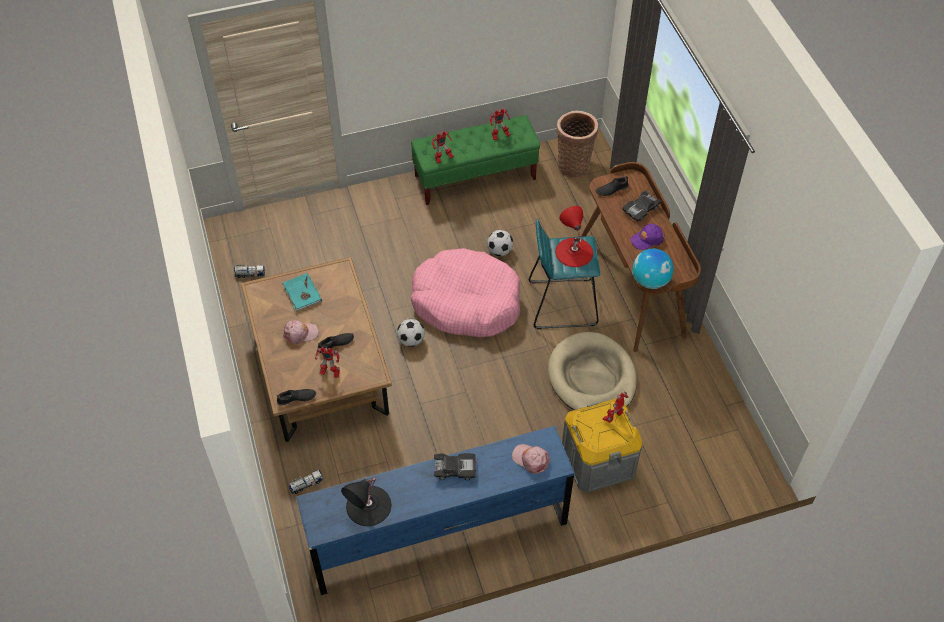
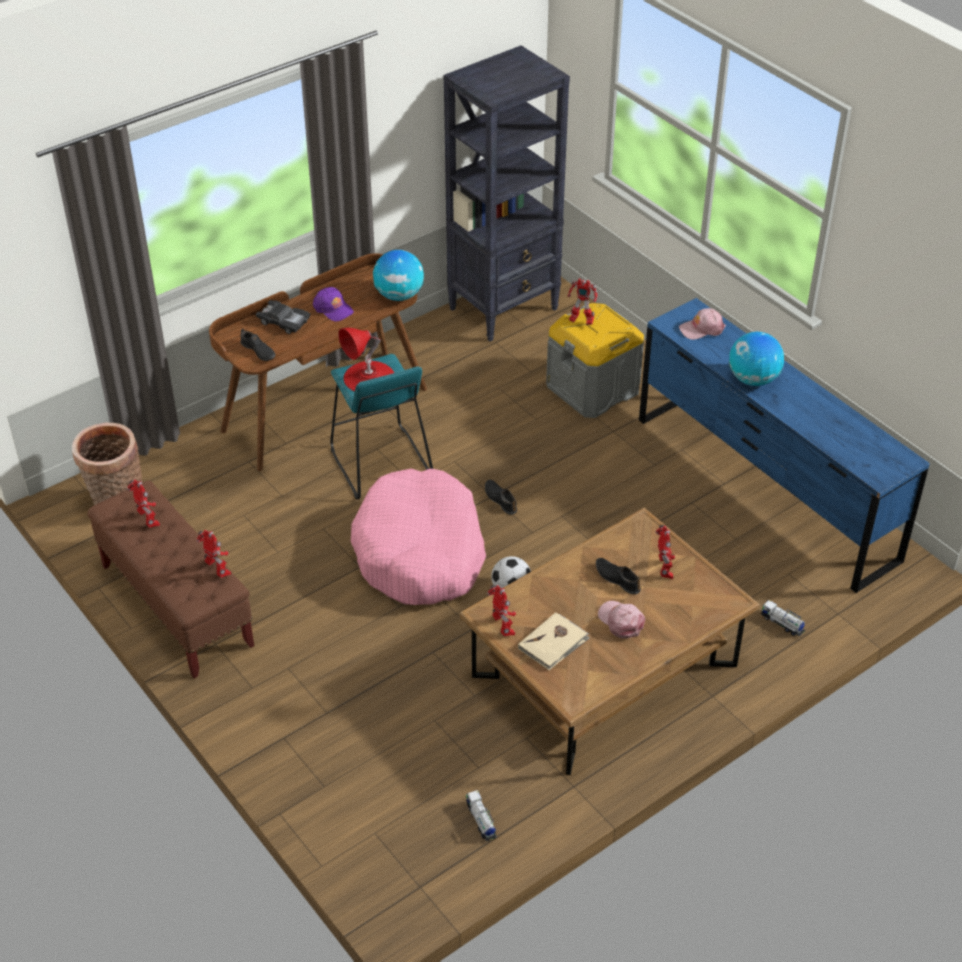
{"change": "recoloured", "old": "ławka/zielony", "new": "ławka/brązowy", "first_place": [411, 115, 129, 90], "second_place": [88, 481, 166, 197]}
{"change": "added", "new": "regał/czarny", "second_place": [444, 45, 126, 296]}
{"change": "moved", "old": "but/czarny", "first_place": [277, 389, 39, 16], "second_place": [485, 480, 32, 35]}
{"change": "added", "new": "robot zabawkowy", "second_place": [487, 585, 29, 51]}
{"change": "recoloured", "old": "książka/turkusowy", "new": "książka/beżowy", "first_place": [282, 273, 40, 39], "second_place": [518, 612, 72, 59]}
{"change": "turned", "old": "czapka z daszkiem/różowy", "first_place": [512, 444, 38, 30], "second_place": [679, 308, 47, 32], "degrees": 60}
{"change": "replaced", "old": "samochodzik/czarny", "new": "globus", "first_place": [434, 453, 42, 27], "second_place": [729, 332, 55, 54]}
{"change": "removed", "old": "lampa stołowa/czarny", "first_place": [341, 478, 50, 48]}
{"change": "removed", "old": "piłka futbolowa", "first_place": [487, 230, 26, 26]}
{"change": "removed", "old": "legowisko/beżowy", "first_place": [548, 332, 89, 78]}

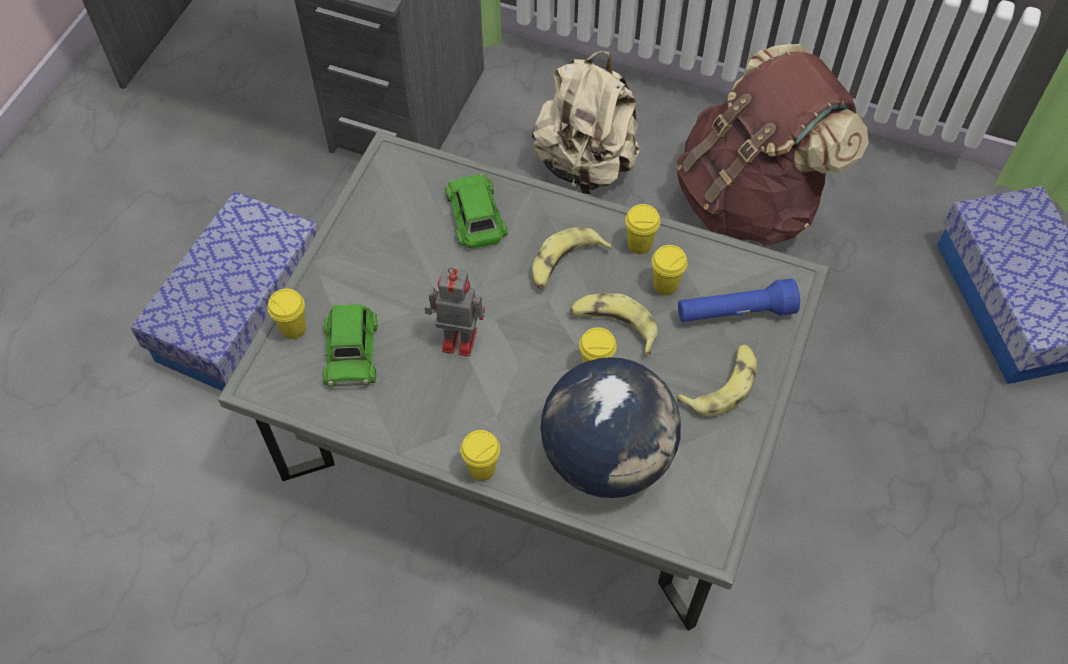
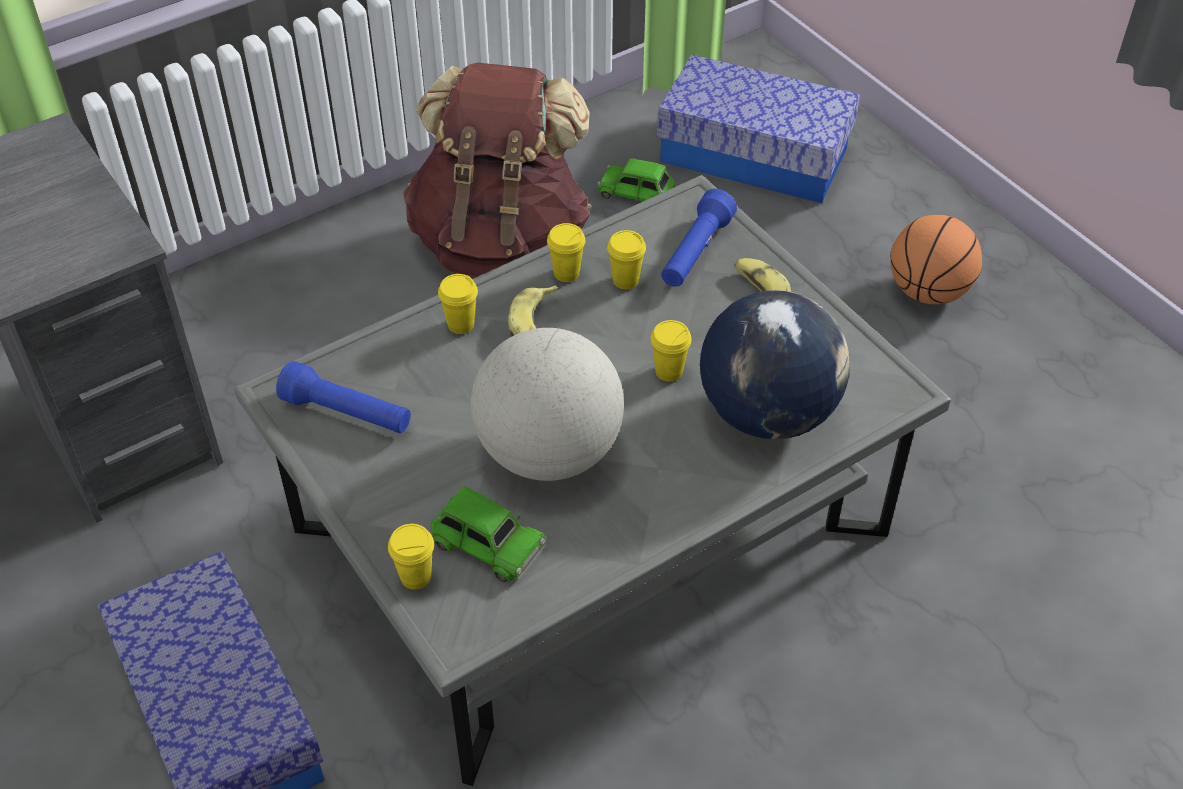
{"change": "added", "new": "latarka/niebieski", "second_place": [276, 361, 135, 72]}
{"change": "moved", "old": "filiżanka/żółty", "first_place": [461, 430, 39, 51], "second_place": [438, 274, 40, 60]}
{"change": "replaced", "old": "robot zabawkowy", "new": "globus", "first_place": [424, 268, 61, 89], "second_place": [471, 328, 153, 153]}
{"change": "moved", "old": "samochodzik/zielony", "first_place": [445, 174, 63, 75], "second_place": [597, 158, 79, 44]}
{"change": "added", "new": "piłka do koszykówki", "second_place": [890, 215, 92, 89]}
{"change": "removed", "old": "plecak/beżowy", "first_place": [532, 51, 108, 143]}
{"change": "removed", "old": "banan", "first_place": [570, 293, 88, 61]}

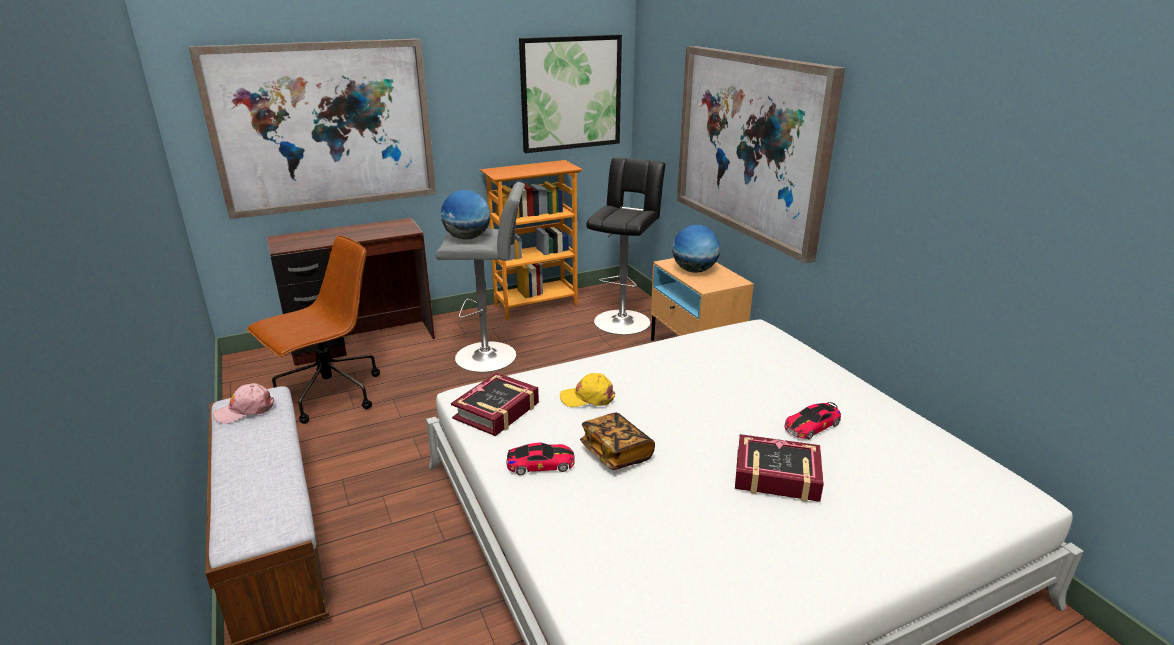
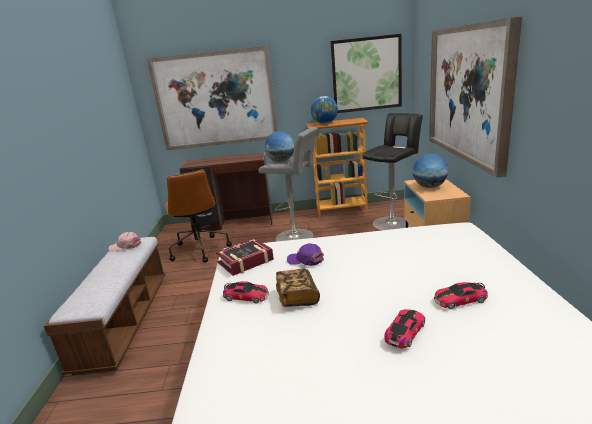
{"change": "turned", "old": "krzesło biurowe/brązowy", "first_place": [247, 235, 133, 189], "second_place": [165, 170, 67, 93], "degrees": 90}
{"change": "recoloured", "old": "czapka z daszkiem/żółty", "new": "czapka z daszkiem/fioletowy", "first_place": [560, 373, 55, 34], "second_place": [287, 243, 37, 23]}
{"change": "added", "new": "globus", "second_place": [311, 96, 27, 28]}
{"change": "replaced", "old": "książka", "new": "samochodzik", "first_place": [735, 434, 89, 68], "second_place": [384, 309, 41, 39]}

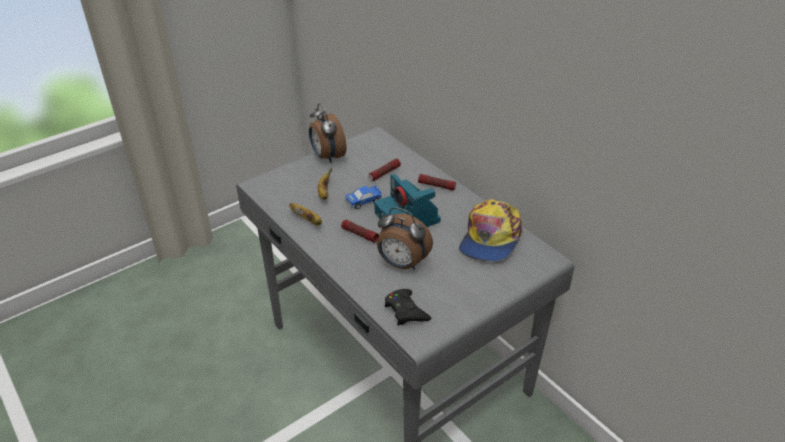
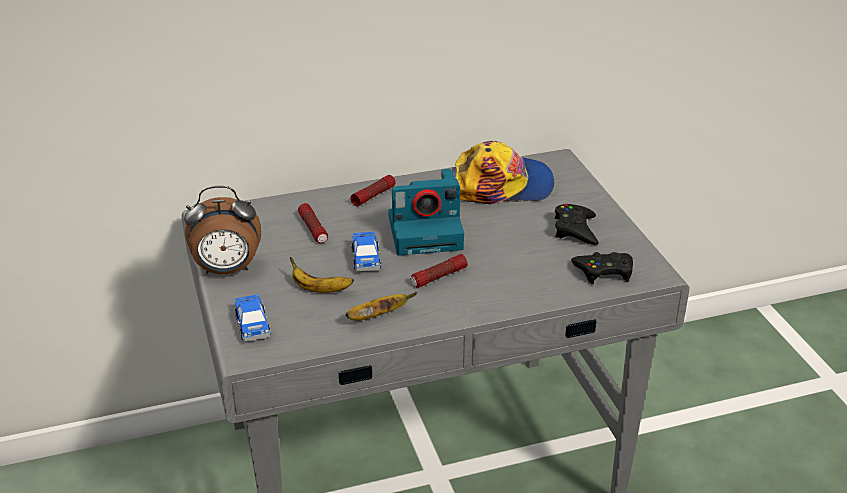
{"change": "added", "new": "samochodzik", "second_place": [234, 294, 37, 48]}
{"change": "turned", "old": "czapka z daszkiem", "first_place": [459, 199, 64, 62], "second_place": [455, 141, 99, 63], "degrees": -45}
{"change": "added", "new": "pad do gier/czarny", "second_place": [555, 204, 44, 41]}
{"change": "removed", "old": "budzik", "first_place": [377, 207, 56, 63]}

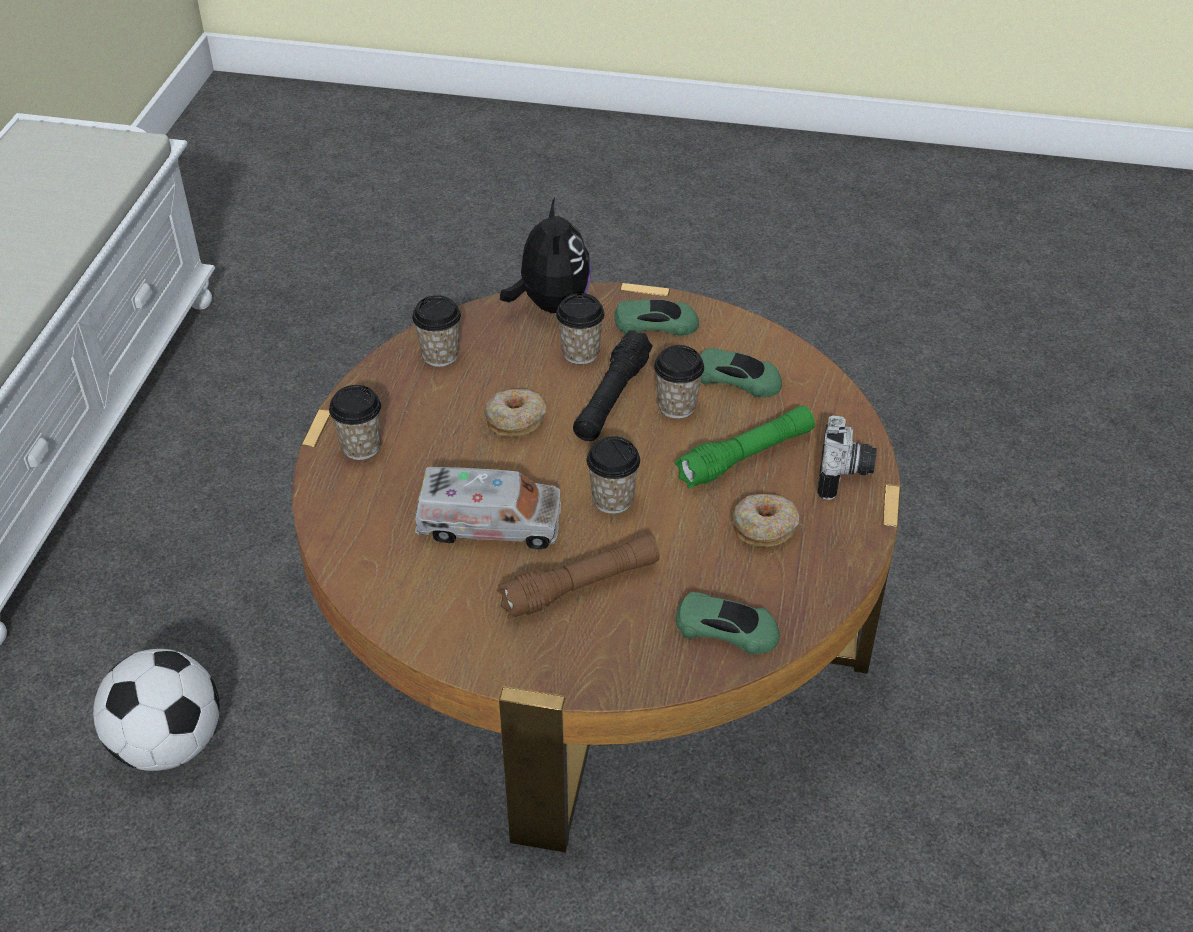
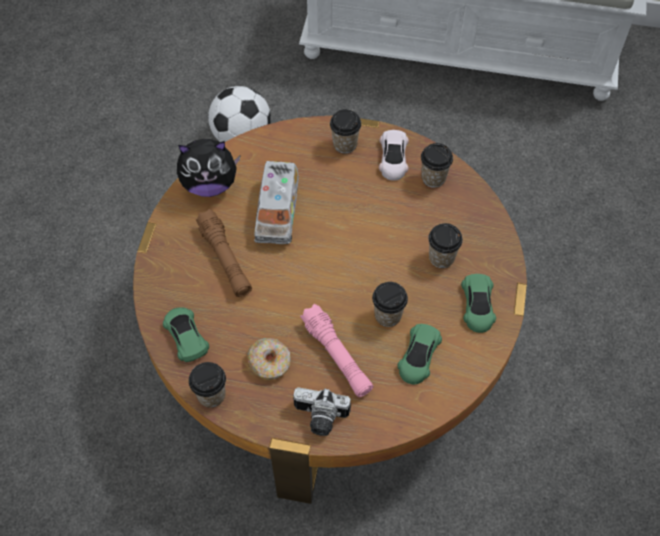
{"change": "turned", "old": "samochodzik/zielony", "first_place": [676, 592, 104, 62], "second_place": [163, 307, 46, 55], "degrees": 135}
{"change": "moved", "old": "pluszak", "first_place": [500, 198, 91, 115], "second_place": [177, 139, 63, 58]}
{"change": "moved", "old": "filiżanka", "first_place": [586, 436, 54, 78], "second_place": [189, 362, 37, 46]}
{"change": "recoloured", "old": "latarka/zielony", "new": "latarka/różowy", "first_place": [675, 405, 140, 83], "second_place": [300, 304, 73, 93]}
{"change": "added", "new": "samochodzik/biały", "second_place": [379, 130, 30, 51]}
{"change": "removed", "old": "donut", "first_place": [484, 389, 62, 48]}
{"change": "removed", "old": "latarka/czarny", "first_place": [573, 330, 80, 111]}

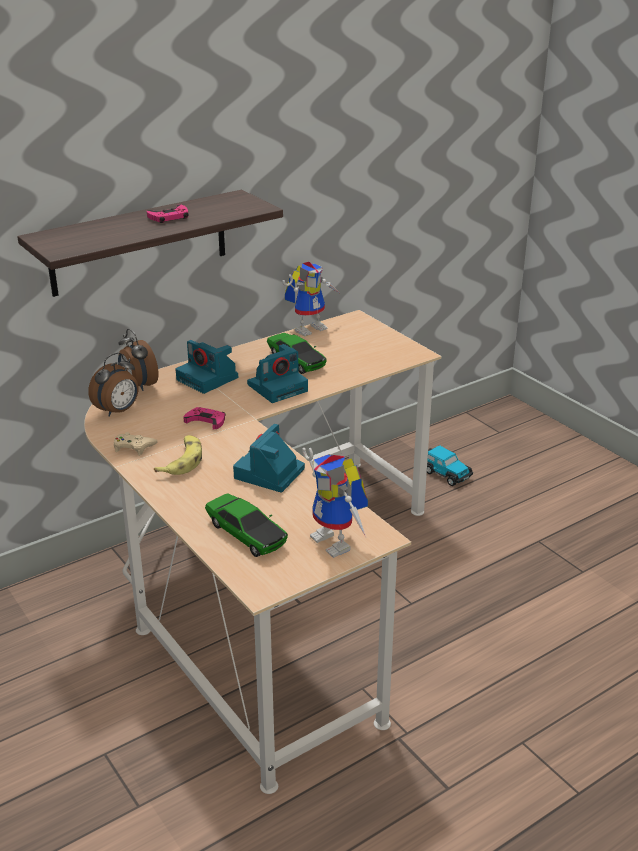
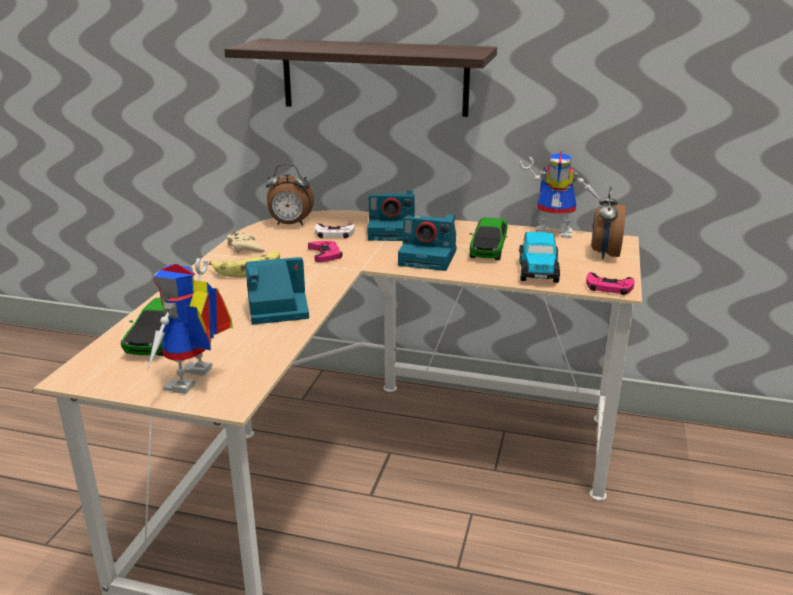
{"change": "added", "new": "pad do gier/biały", "second_place": [315, 224, 39, 14]}
{"change": "turned", "old": "aparat fotograficzny", "first_place": [176, 340, 62, 54], "second_place": [367, 190, 48, 51], "degrees": -90}
{"change": "moved", "old": "samochodzik", "first_place": [427, 445, 46, 41], "second_place": [519, 232, 41, 51]}
{"change": "moved", "old": "pad do gier/różowy", "first_place": [147, 204, 42, 19], "second_place": [586, 272, 49, 23]}
{"change": "moved", "old": "budzik", "first_place": [118, 329, 40, 62], "second_place": [591, 187, 35, 72]}

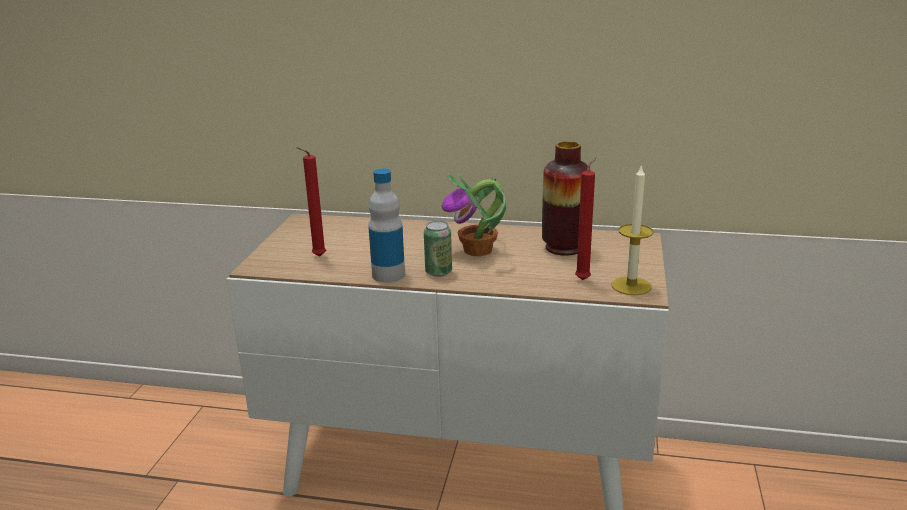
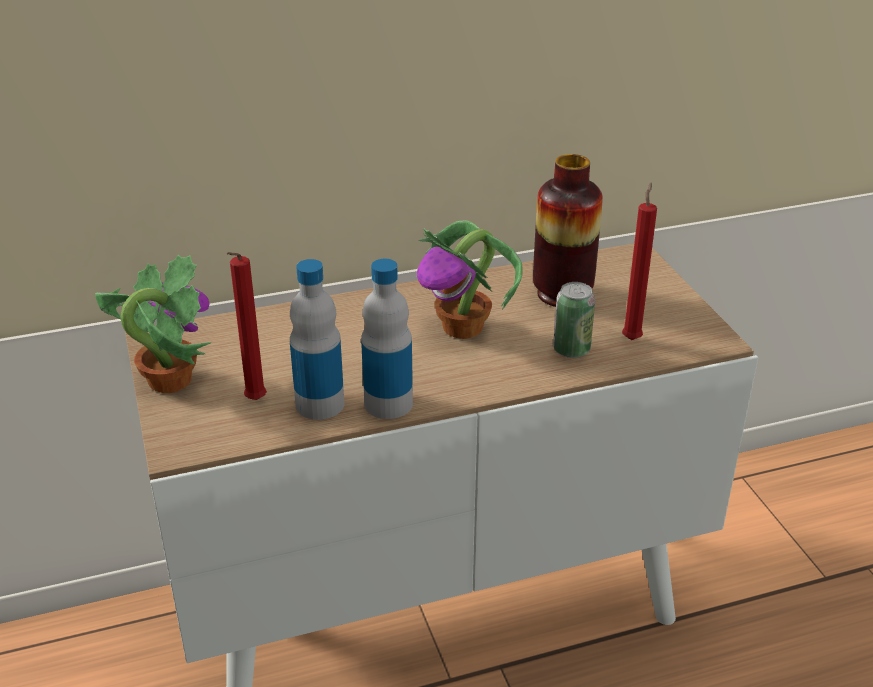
{"change": "added", "new": "roślina doniczkowa", "second_place": [95, 255, 116, 138]}
{"change": "added", "new": "butelka", "second_place": [290, 259, 54, 161]}
{"change": "moved", "old": "puszka", "first_place": [424, 221, 28, 56], "second_place": [553, 282, 42, 76]}
{"change": "removed", "old": "świeca", "first_place": [612, 164, 42, 131]}

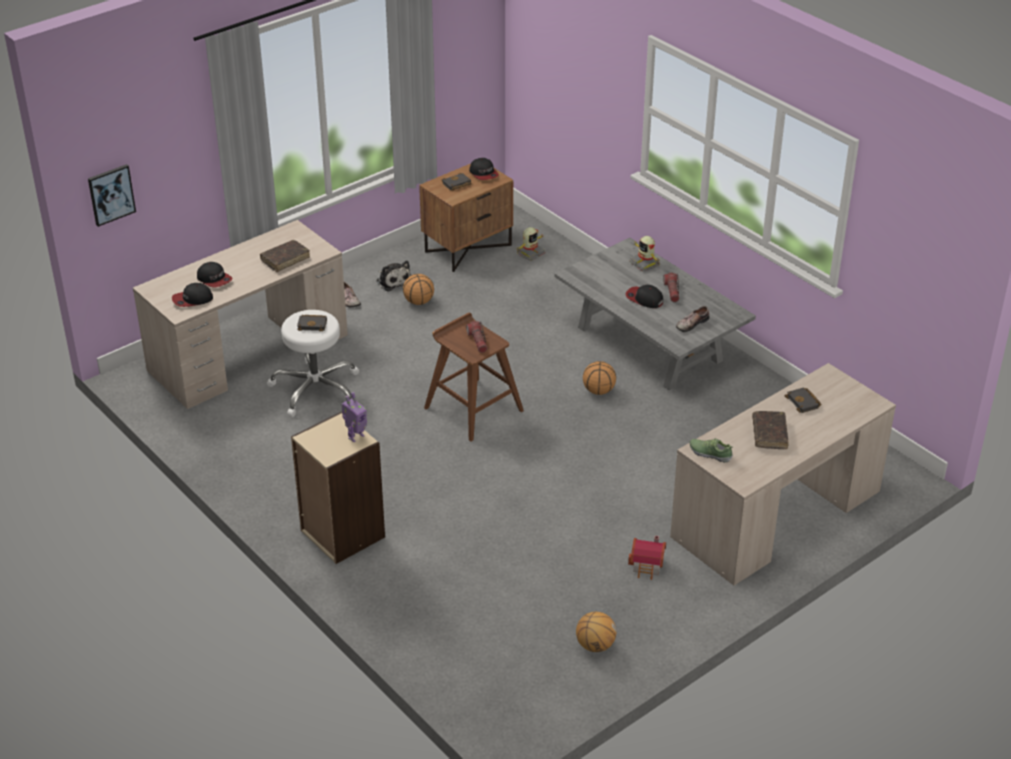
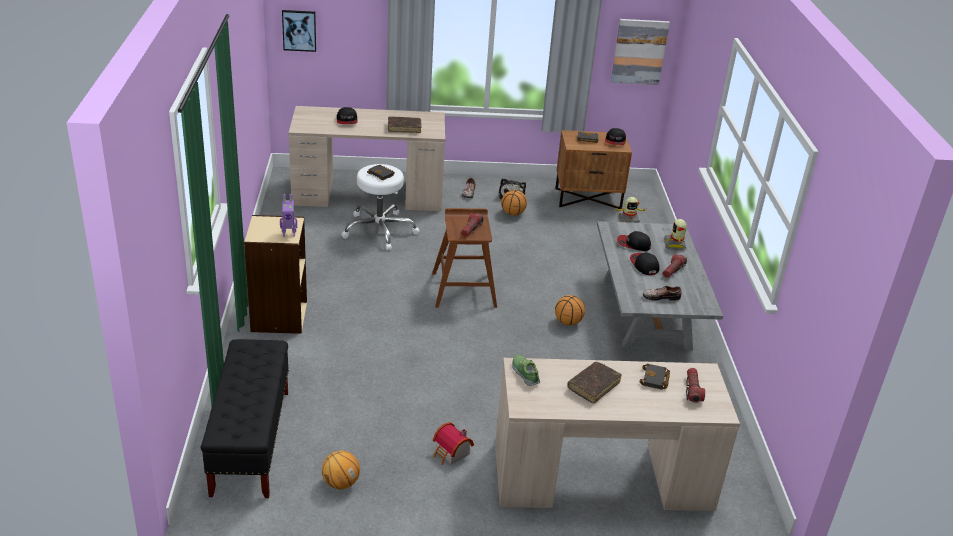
{"change": "added", "new": "ławka/czarny", "second_place": [201, 339, 88, 159]}
{"change": "added", "new": "obraz", "second_place": [611, 19, 59, 66]}
{"change": "moved", "old": "czapka z daszkiem", "first_place": [172, 283, 41, 24], "second_place": [617, 231, 34, 20]}
{"change": "added", "new": "latarka", "second_place": [686, 368, 19, 35]}

